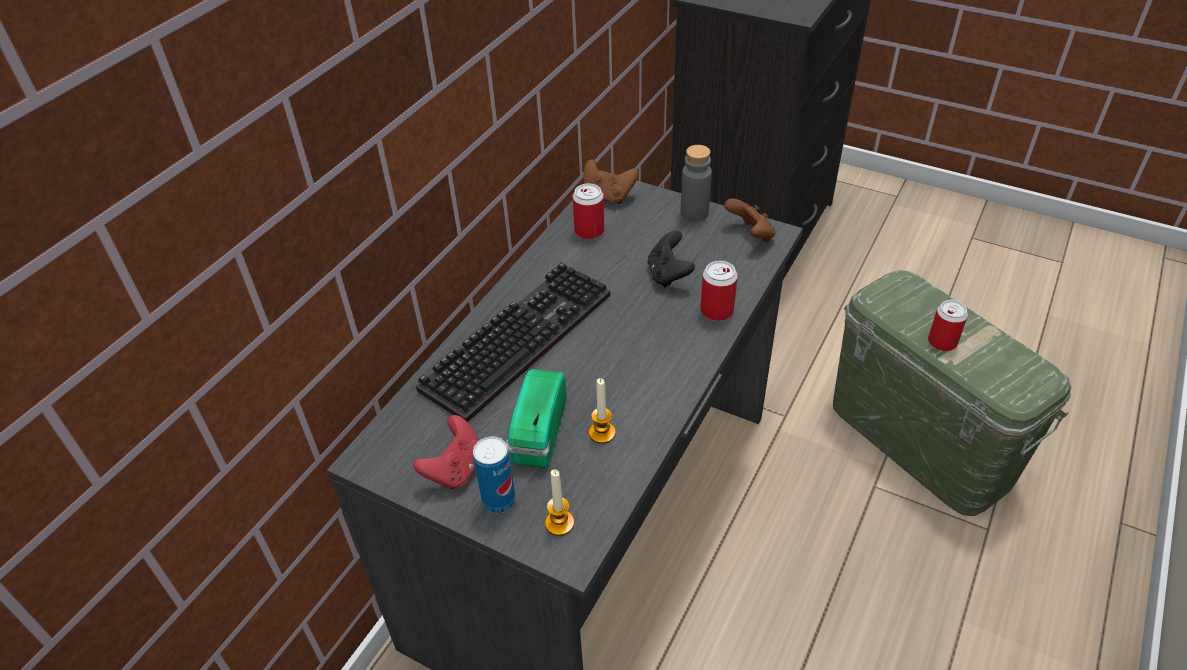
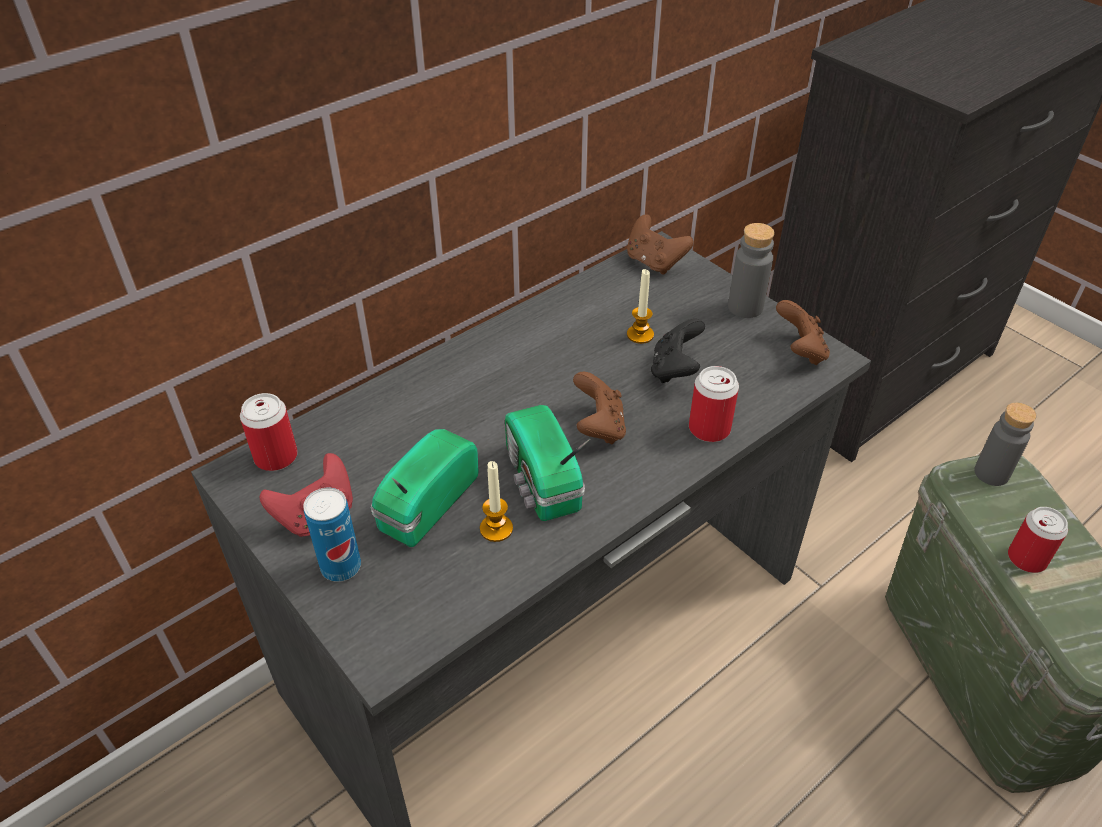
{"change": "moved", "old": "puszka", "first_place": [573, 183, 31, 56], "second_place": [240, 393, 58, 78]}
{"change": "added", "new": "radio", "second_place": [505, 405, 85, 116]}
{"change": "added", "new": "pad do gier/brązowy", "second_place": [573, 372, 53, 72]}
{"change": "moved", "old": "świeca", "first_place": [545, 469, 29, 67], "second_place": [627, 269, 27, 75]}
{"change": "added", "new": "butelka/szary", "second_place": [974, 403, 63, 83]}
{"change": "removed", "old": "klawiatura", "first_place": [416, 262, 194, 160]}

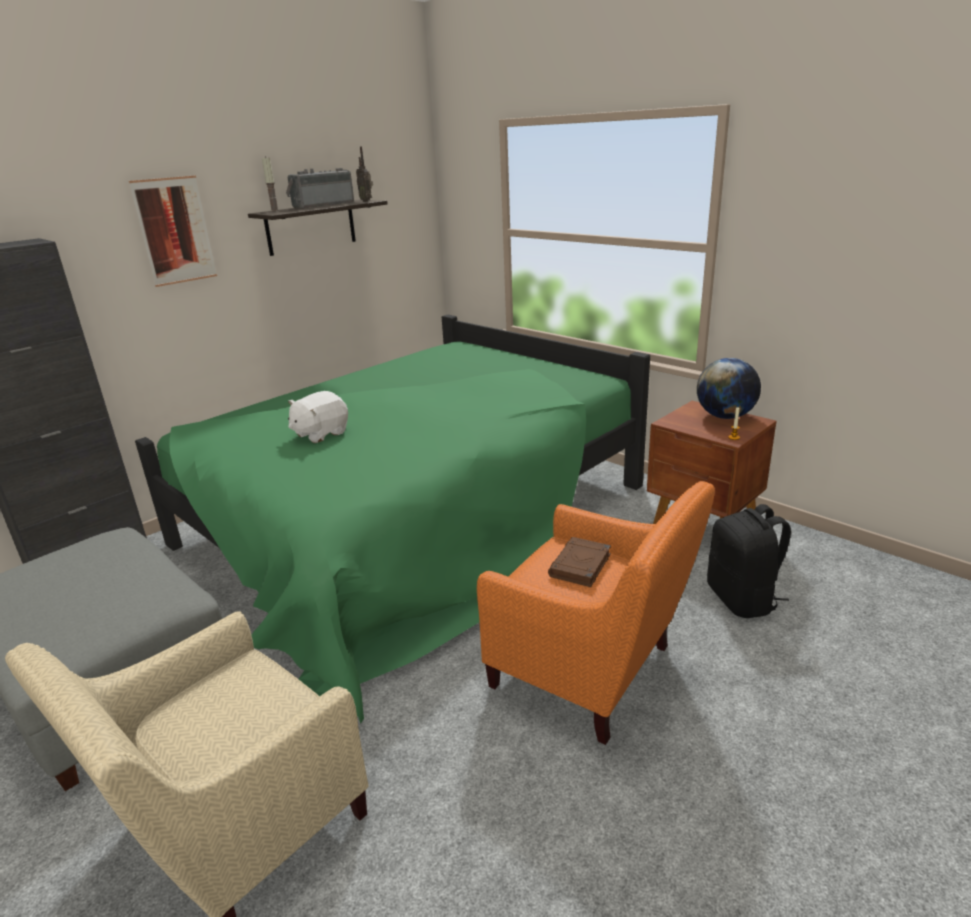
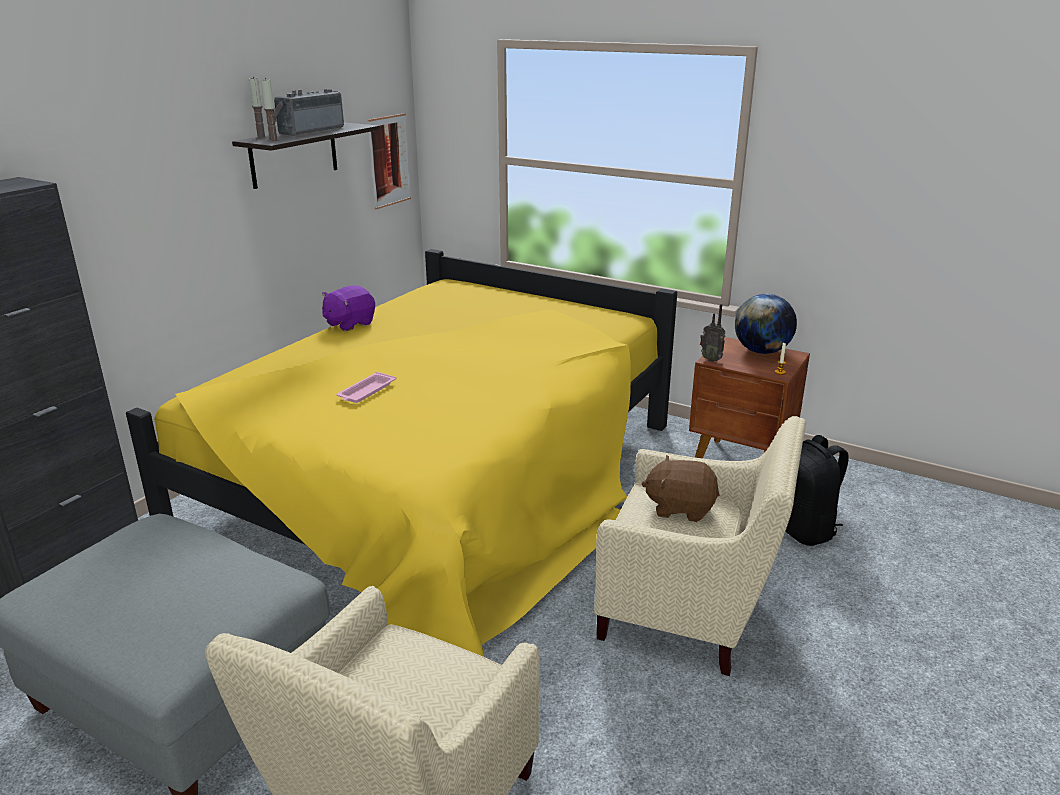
{"change": "recoloured", "old": "łóżko/zielony", "new": "łóżko/żółty", "first_place": [135, 315, 515, 409], "second_place": [126, 249, 551, 408]}
{"change": "added", "new": "świeca", "second_place": [261, 78, 18, 63]}
{"change": "added", "new": "pluszak/fioletowy", "second_place": [322, 285, 53, 46]}
{"change": "replaced", "old": "pluszak/biały", "new": "taca/różowy", "first_place": [288, 391, 60, 52], "second_place": [336, 372, 60, 31]}
{"change": "moved", "old": "obraz", "first_place": [129, 176, 88, 111], "second_place": [368, 113, 43, 96]}
{"change": "recoloured", "old": "fotel/pomarańczowy", "new": "fotel/beżowy", "first_place": [477, 481, 238, 264], "second_place": [594, 416, 212, 260]}
{"change": "replaced", "old": "książka/brązowy", "new": "pluszak/brązowy", "first_place": [548, 537, 63, 50], "second_place": [642, 455, 78, 67]}
{"change": "moved", "old": "radio", "first_place": [356, 146, 17, 56], "second_place": [700, 304, 25, 58]}

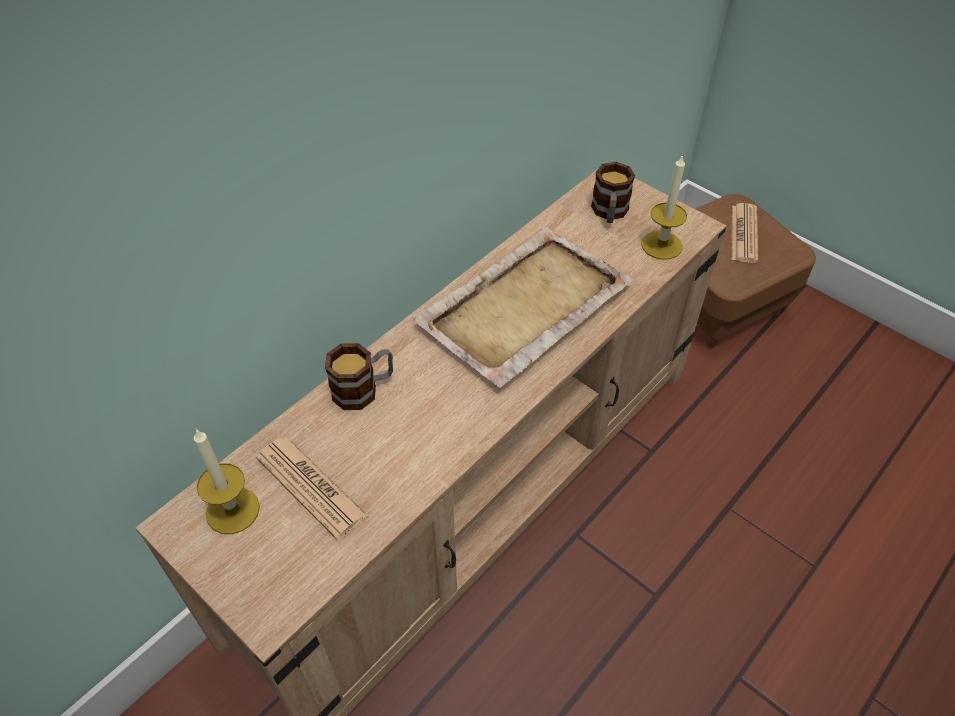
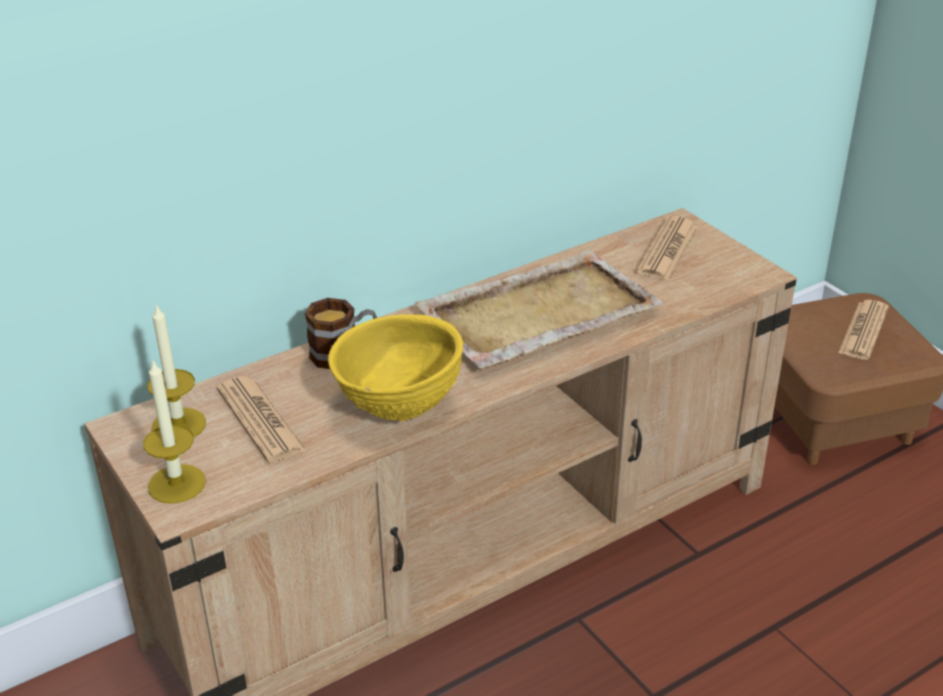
{"change": "moved", "old": "świeca", "first_place": [641, 154, 46, 106], "second_place": [143, 359, 63, 145]}
{"change": "added", "new": "miska/żółty", "second_place": [328, 314, 135, 108]}
{"change": "replaced", "old": "kubek", "new": "gazeta", "first_place": [591, 162, 44, 61], "second_place": [636, 216, 62, 64]}

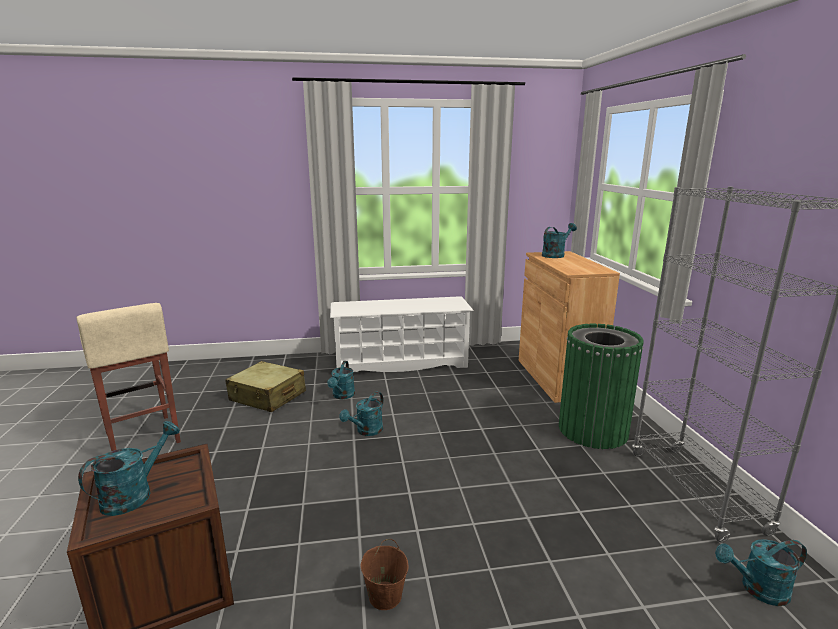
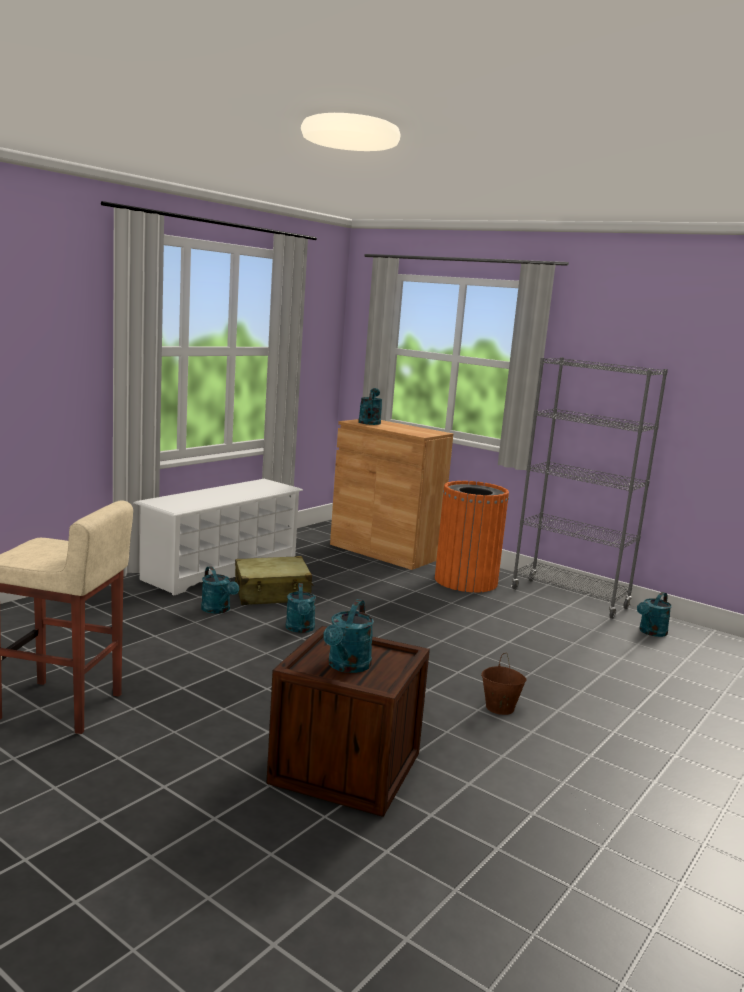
{"change": "moved", "old": "walizka/beżowy", "first_place": [225, 361, 81, 51], "second_place": [235, 556, 78, 49]}
{"change": "turned", "old": "konewka/turkusowy", "first_place": [78, 421, 102, 95], "second_place": [323, 599, 51, 74], "degrees": -150}
{"change": "recoloured", "old": "kosz na śmieci/zielony", "new": "kosz na śmieci/pomarańczowy", "first_place": [559, 324, 85, 125], "second_place": [435, 481, 74, 111]}

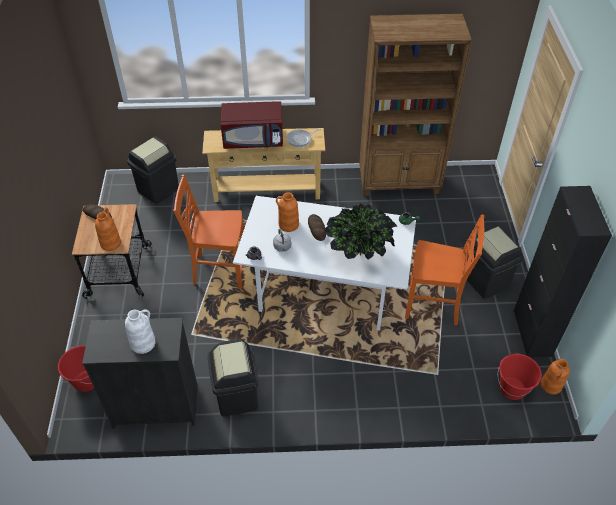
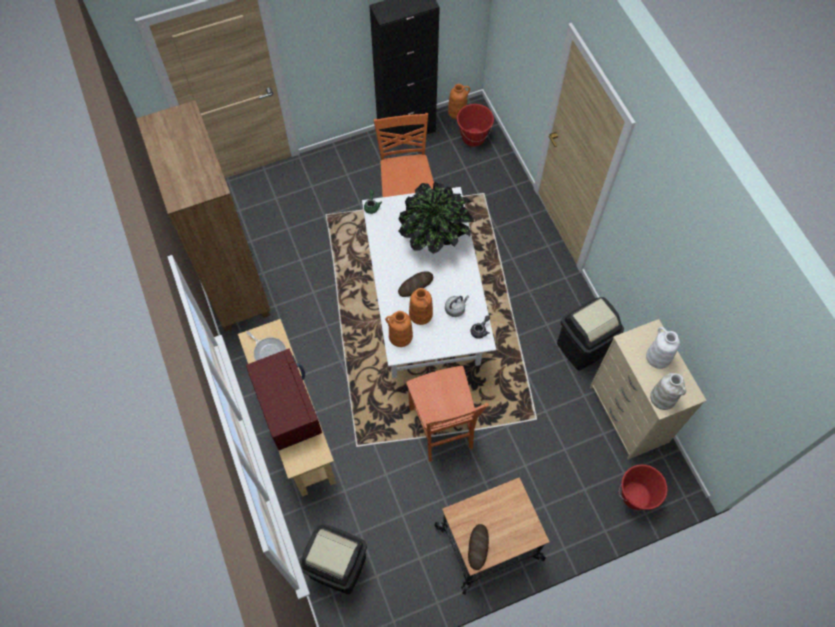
{"change": "moved", "old": "wazon/pomarańczowy", "first_place": [95, 208, 26, 43], "second_place": [385, 311, 28, 36]}
{"change": "recoloured", "old": "komoda/czarny", "new": "komoda/beżowy", "first_place": [82, 318, 116, 111], "second_place": [590, 319, 117, 141]}
{"change": "added", "new": "wazon/biały", "second_place": [650, 373, 36, 37]}
{"change": "removed", "old": "kosz na śmieci/czarny", "first_place": [467, 225, 56, 74]}

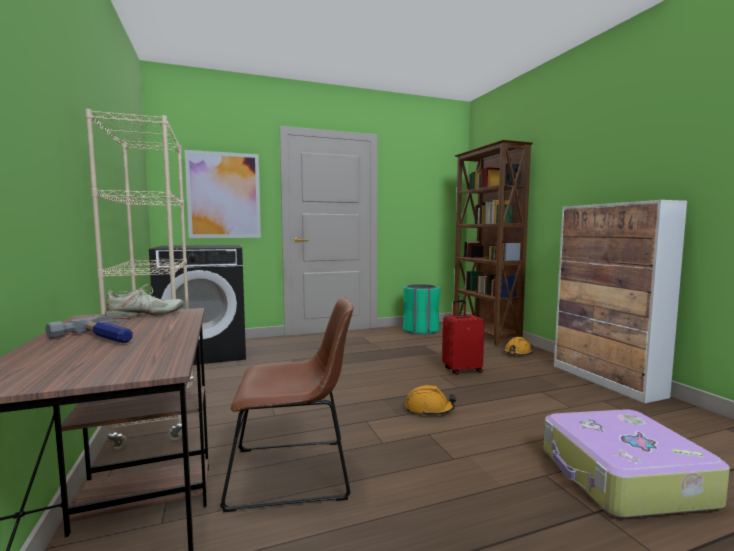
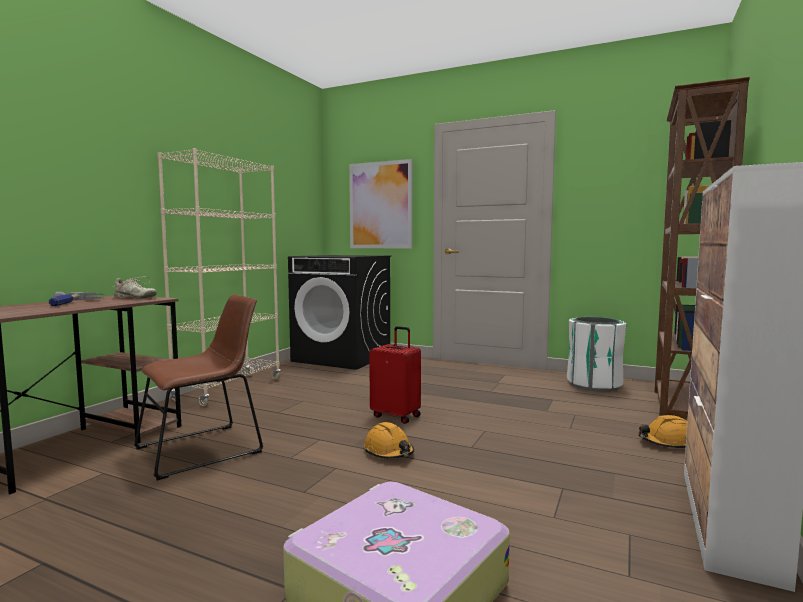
{"change": "turned", "old": "krzesło/brązowy", "first_place": [220, 297, 133, 215], "second_place": [134, 294, 129, 187], "degrees": -75}
{"change": "moved", "old": "walizka/czerwony", "first_place": [442, 300, 42, 75], "second_place": [369, 326, 52, 98]}
{"change": "recoloured", "old": "kosz na śmieci/zielony", "new": "kosz na śmieci/biały", "first_place": [403, 284, 37, 51], "second_place": [567, 317, 59, 75]}

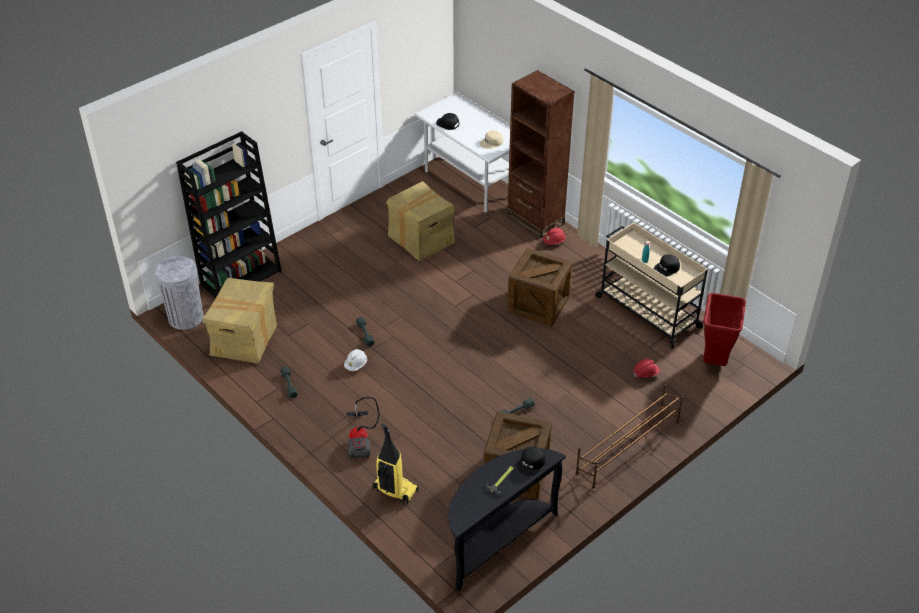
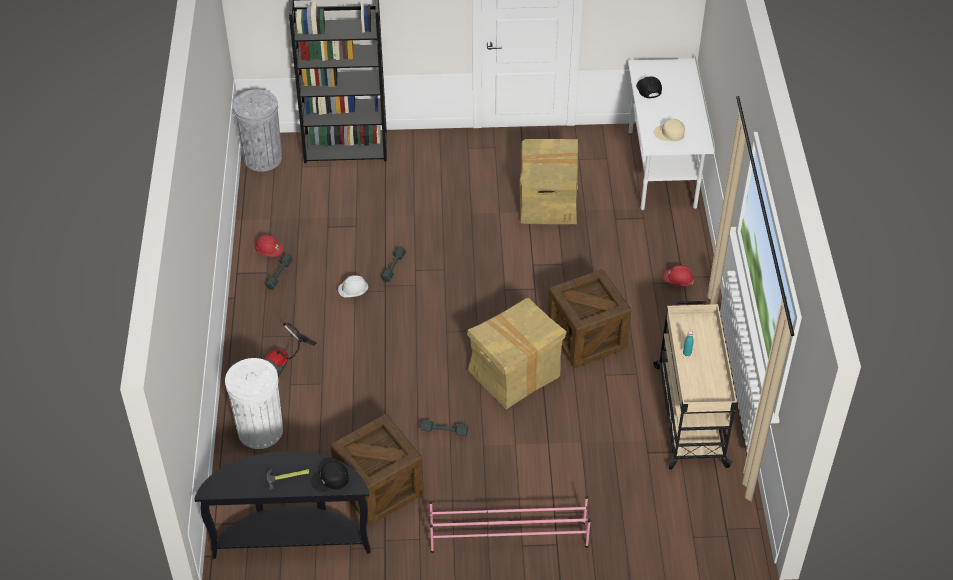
{"change": "replaced", "old": "odkurzacz", "new": "kosz na śmieci/biały", "first_place": [373, 424, 46, 80], "second_place": [225, 358, 58, 91]}
{"change": "moved", "old": "kask/czerwony", "first_place": [633, 359, 27, 19], "second_place": [255, 235, 28, 22]}
{"change": "recoloured", "old": "regał na buty/brązowy", "new": "regał na buty/różowy", "first_place": [575, 384, 108, 104], "second_place": [429, 496, 162, 57]}
{"change": "moved", "old": "karton", "first_place": [202, 278, 75, 86], "second_place": [467, 298, 100, 111]}
{"change": "removed", "old": "regał/brązowy", "first_place": [507, 70, 68, 168]}
{"change": "removed", "old": "czapka z daszkiem/czarny", "first_place": [654, 254, 26, 22]}
{"change": "removed", "old": "kosz na śmieci/czerwony", "first_place": [703, 293, 43, 73]}

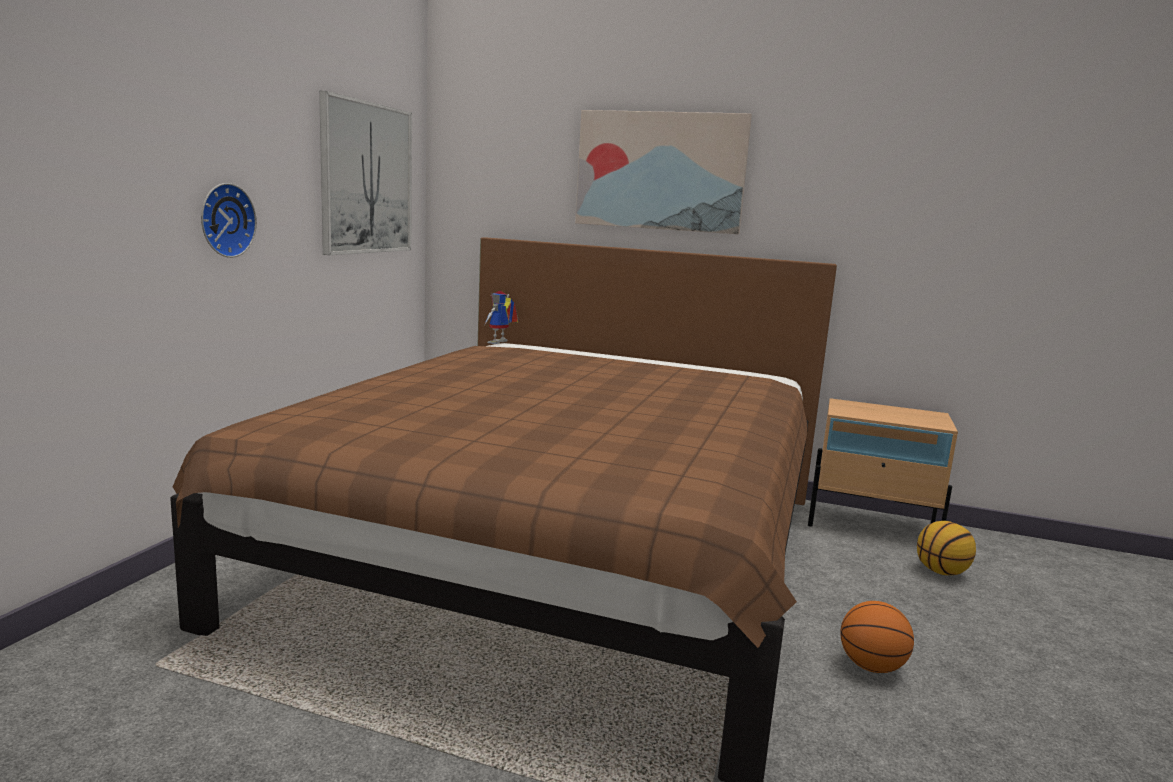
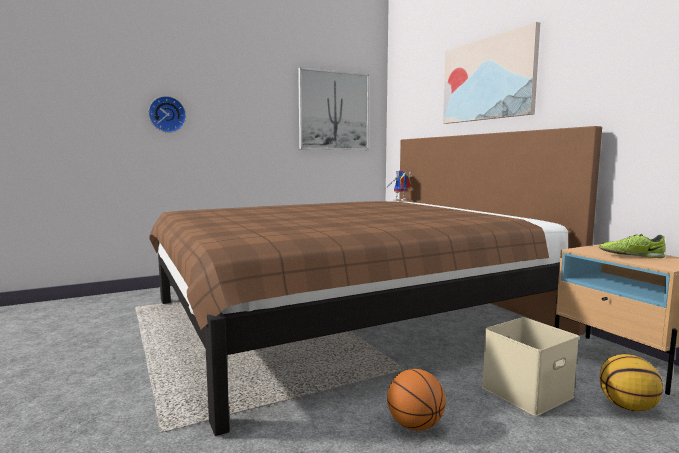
{"change": "moved", "old": "zegar ścienny", "first_place": [201, 183, 56, 75], "second_place": [148, 96, 38, 37]}
{"change": "added", "new": "pojemnik do przechowywania/beżowy", "second_place": [482, 317, 97, 99]}
{"change": "added", "new": "but", "second_place": [599, 234, 67, 24]}

